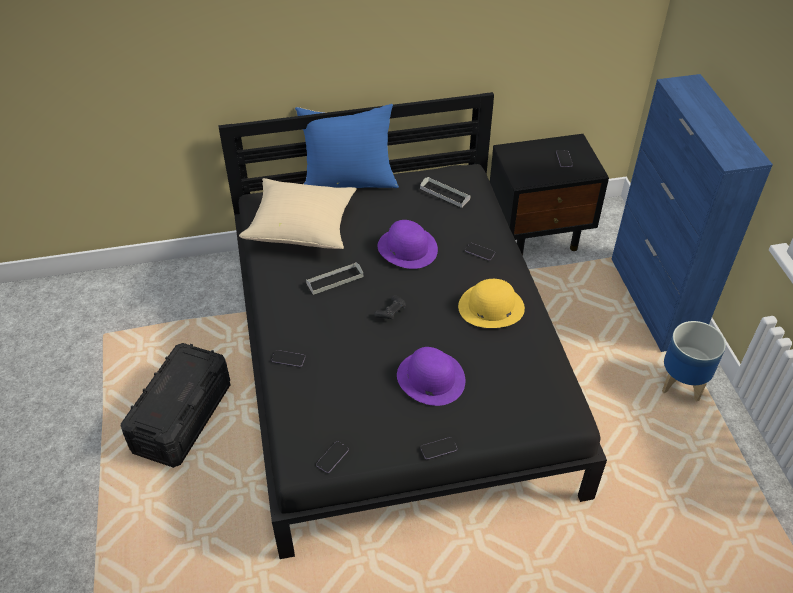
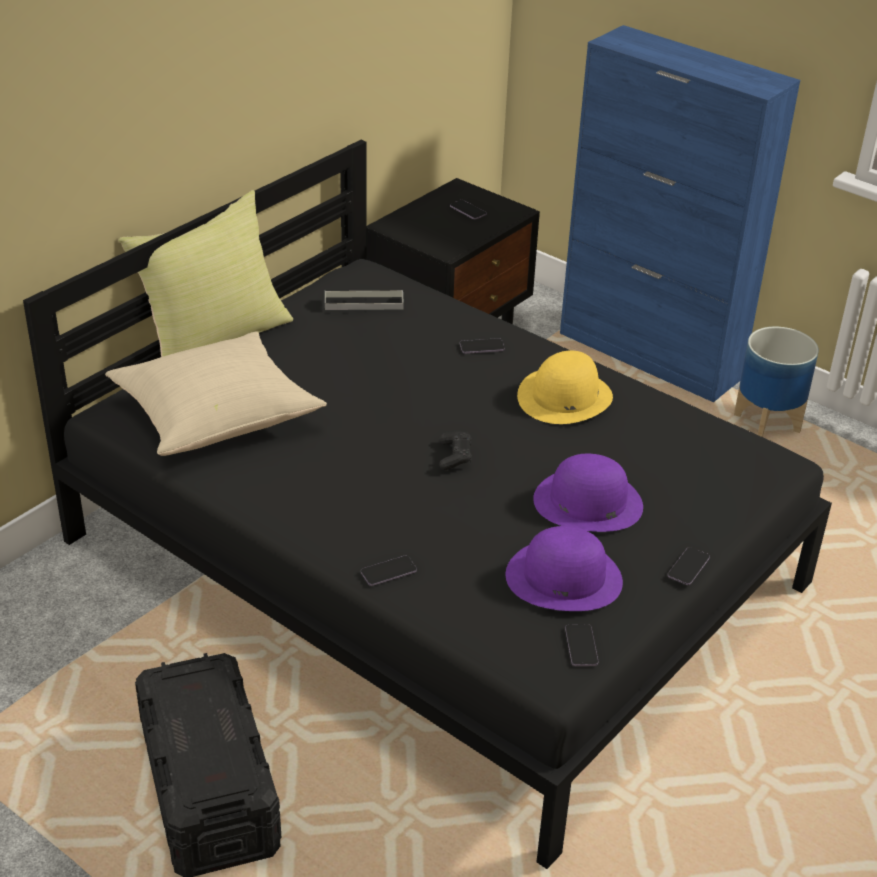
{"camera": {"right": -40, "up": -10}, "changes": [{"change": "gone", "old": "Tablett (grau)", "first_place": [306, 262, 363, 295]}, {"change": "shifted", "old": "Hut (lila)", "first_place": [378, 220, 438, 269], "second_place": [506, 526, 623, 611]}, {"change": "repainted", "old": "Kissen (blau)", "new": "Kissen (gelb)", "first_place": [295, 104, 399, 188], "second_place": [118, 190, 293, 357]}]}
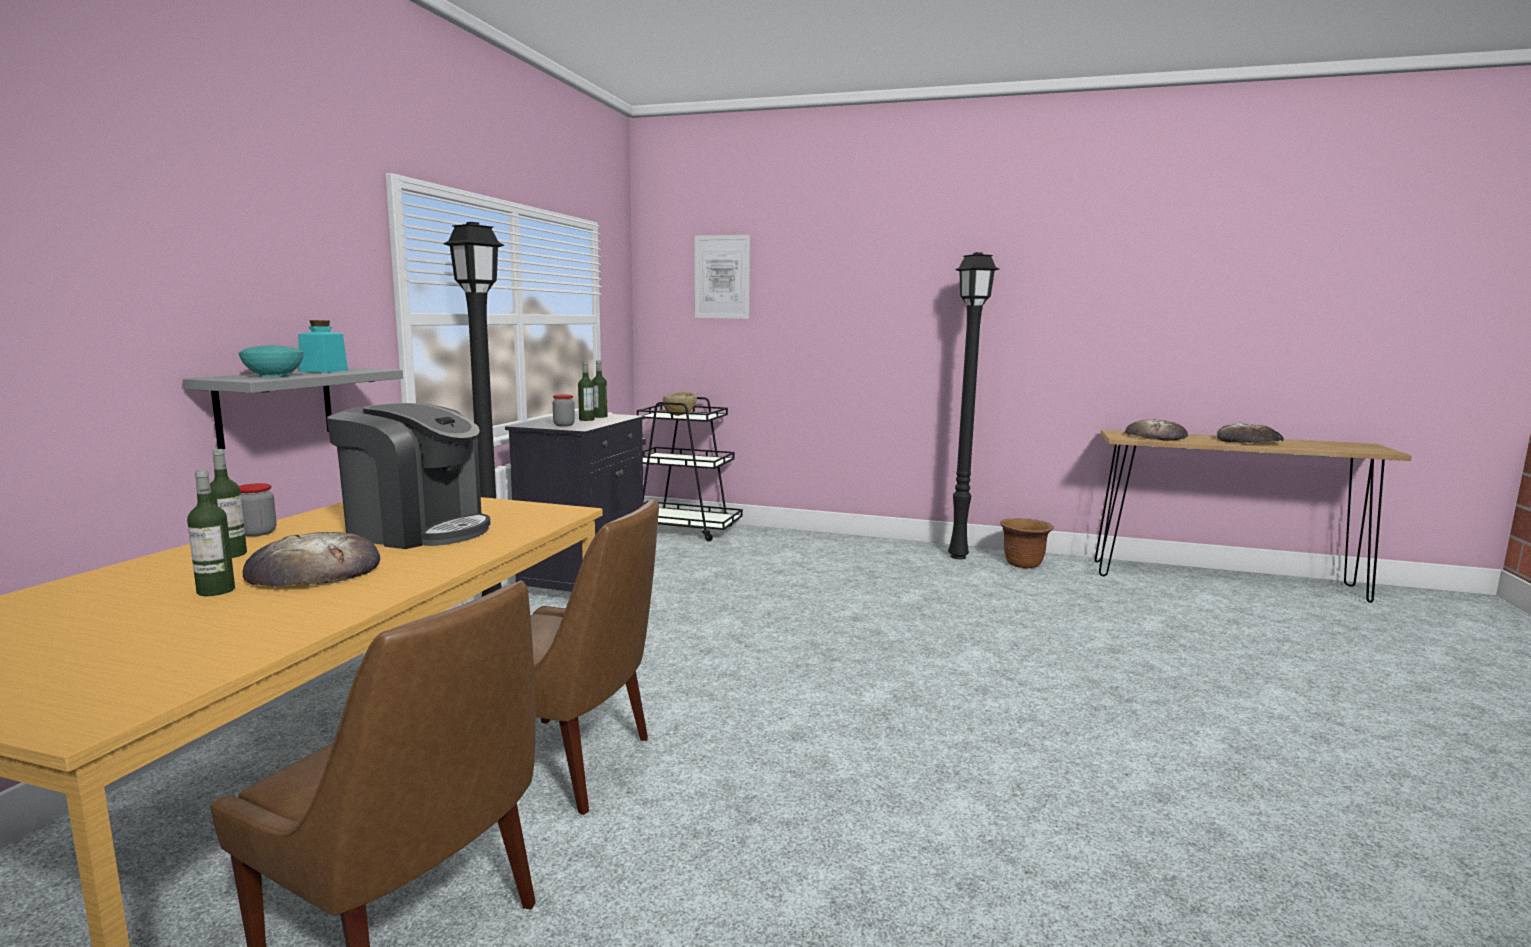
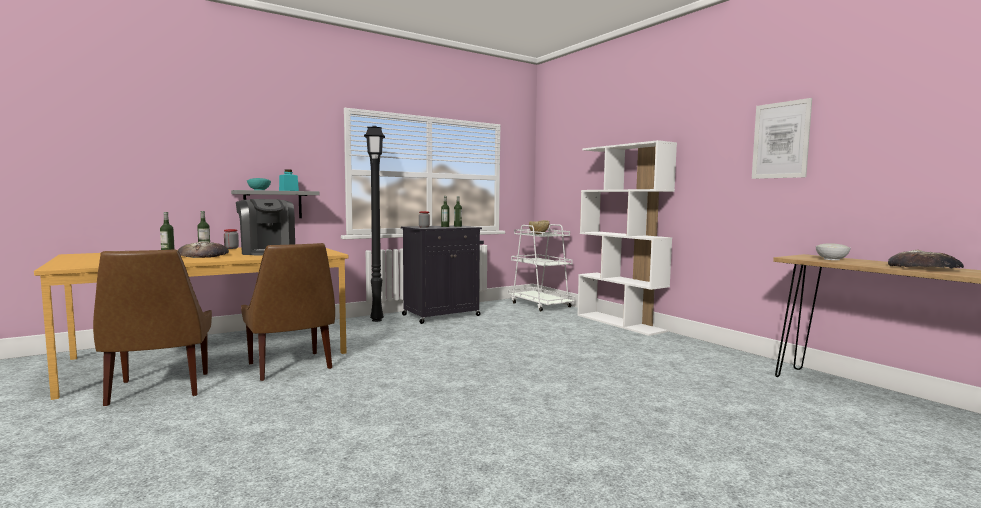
{"camera": {"right": 40, "up": -5}, "changes": [{"change": "gone", "old": "Stehlampe (schwarz)", "first_place": [948, 252, 999, 559]}, {"change": "gone", "old": "Pflanzkübel (braun)", "first_place": [1000, 518, 1054, 569]}, {"change": "new", "new": "Bücherregal (weiß)", "second_place": [577, 140, 677, 336]}, {"change": "shifted", "old": "Bild", "first_place": [695, 235, 750, 319], "second_place": [752, 98, 812, 179]}, {"change": "swapped", "old": "Brot", "new": "Schüssel (weiß)", "first_place": [1125, 419, 1188, 441], "second_place": [816, 243, 851, 260]}, {"change": "repainted", "old": "Rollwagen (schwarz)", "new": "Rollwagen (weiß)", "first_place": [637, 397, 743, 541], "second_place": [507, 224, 576, 311]}]}
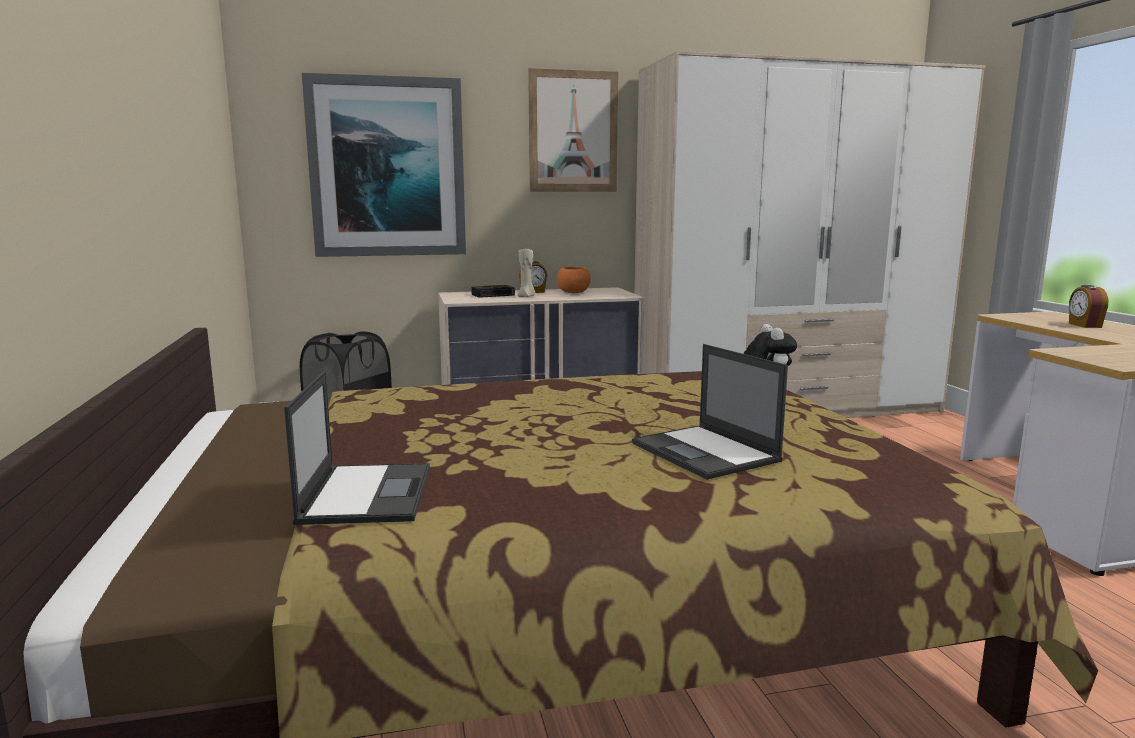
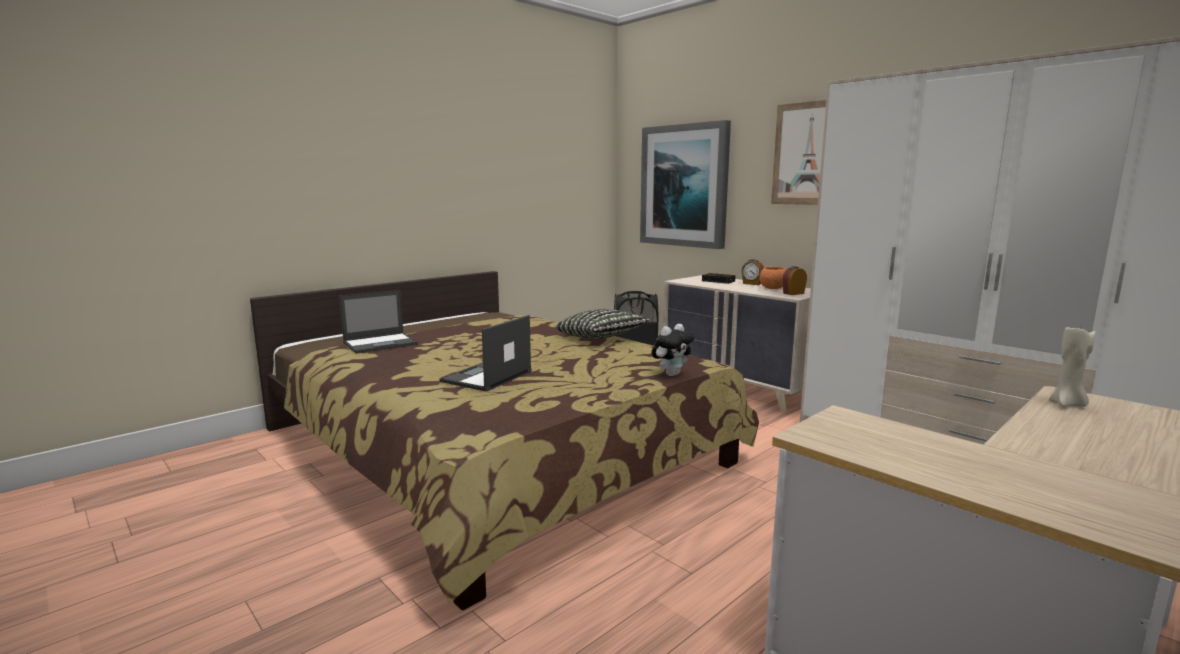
{"camera": {"right": 60, "up": 0}, "changes": [{"change": "new", "new": "Kissen", "second_place": [555, 309, 650, 339]}, {"change": "shifted", "old": "Kerze (beige)", "first_place": [518, 249, 536, 297], "second_place": [1049, 327, 1096, 407]}, {"change": "shifted", "old": "Wecker", "first_place": [1069, 285, 1108, 328], "second_place": [782, 266, 807, 295]}]}
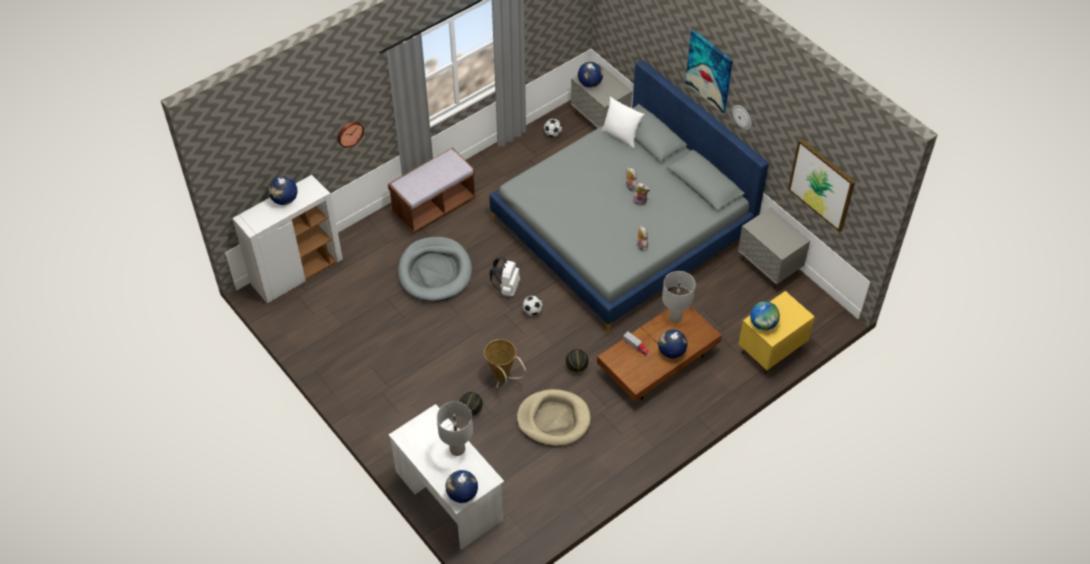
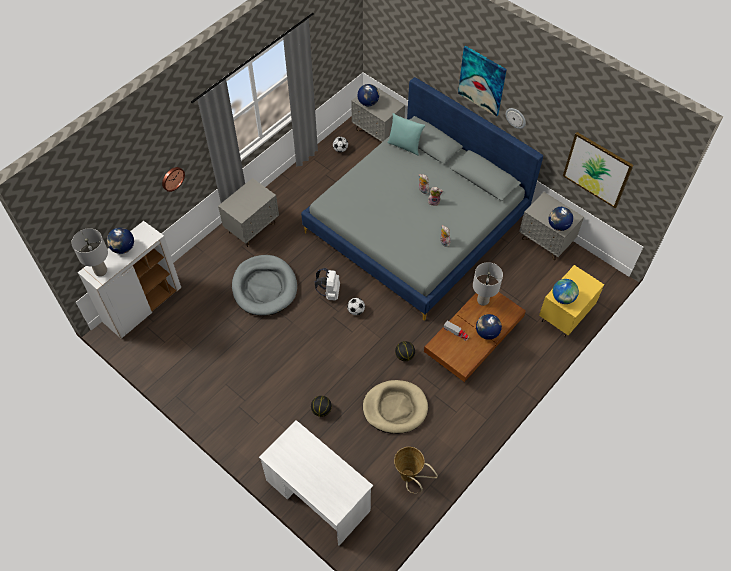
{"camera": {"right": -10, "up": 5}, "changes": [{"change": "shifted", "old": "Tischlampe (grau)", "first_place": [437, 401, 473, 456], "second_place": [71, 228, 108, 276]}, {"change": "shifted", "old": "Globus", "first_place": [446, 470, 478, 503], "second_place": [548, 207, 573, 231]}, {"change": "shifted", "old": "Korb", "first_place": [484, 339, 527, 388], "second_place": [394, 447, 438, 493]}, {"change": "swapped", "old": "Bank (braun)", "new": "Nachttisch (grau)", "first_place": [388, 148, 476, 233], "second_place": [218, 178, 279, 247]}, {"change": "repainted", "old": "Kissen (weiß)", "new": "Kissen (türkis)", "first_place": [602, 96, 644, 149], "second_place": [387, 113, 425, 156]}]}
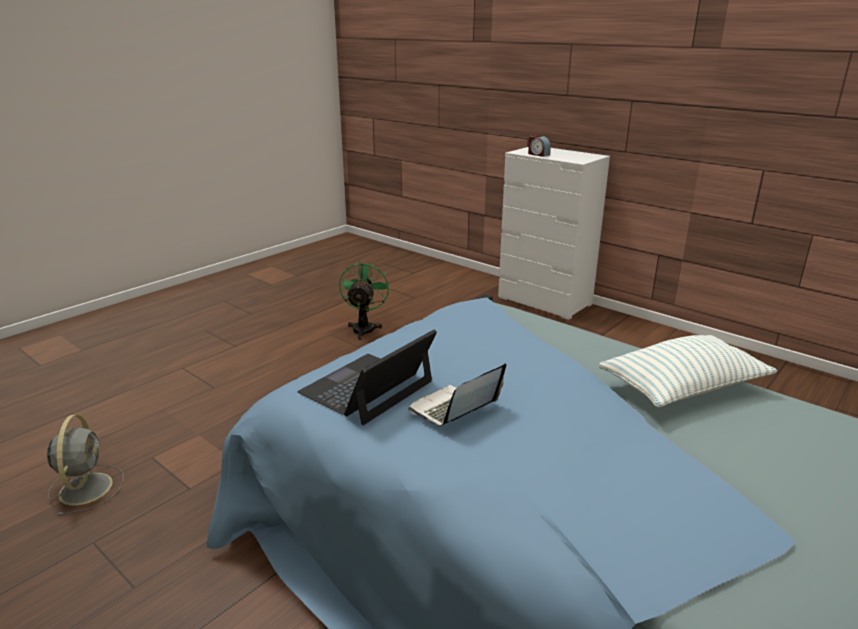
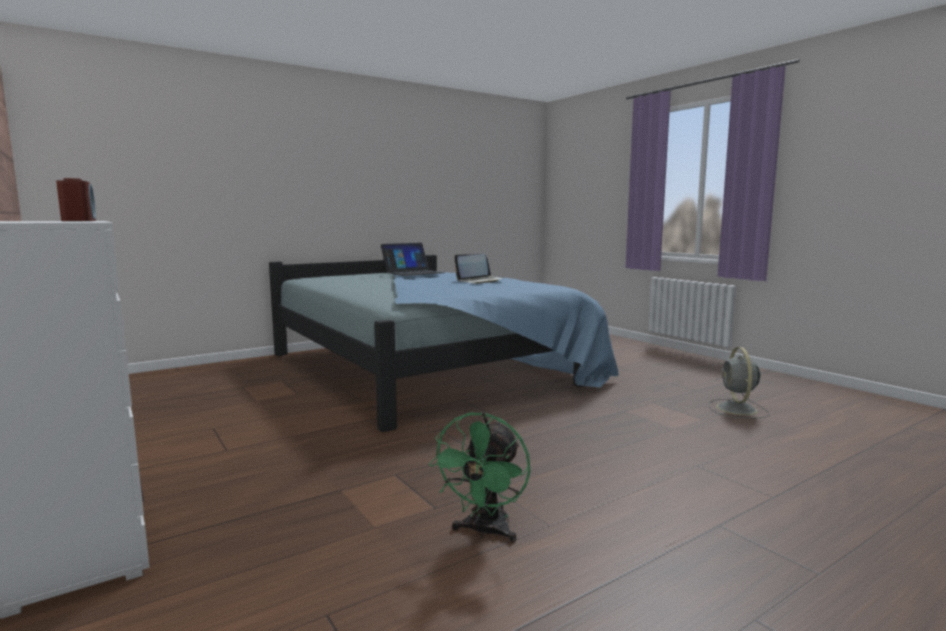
{"camera": {"right": -165, "up": -15}, "changes": [{"change": "gone", "old": "Kissen", "first_place": [599, 335, 777, 407]}, {"change": "shifted", "old": "Laptop", "first_place": [297, 330, 437, 425], "second_place": [381, 243, 445, 276]}]}
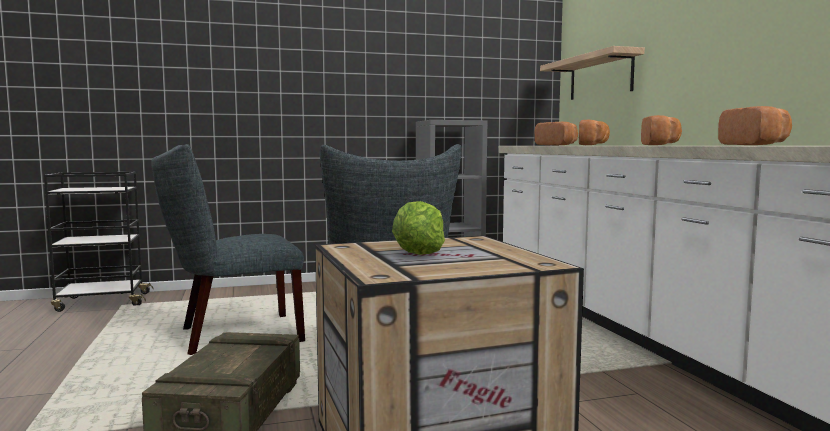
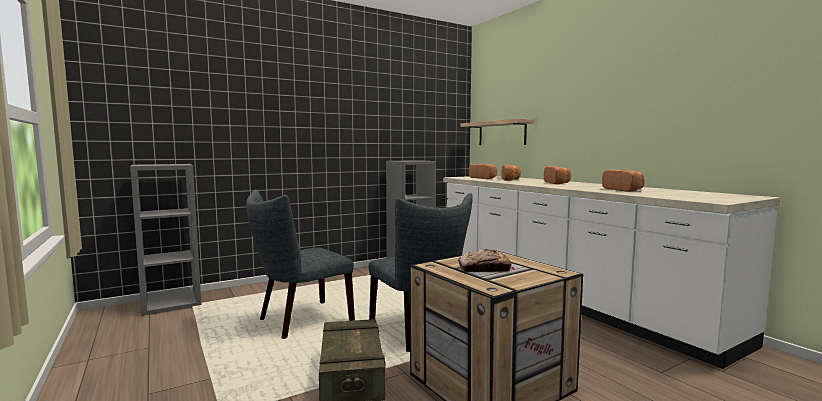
{"camera": {"right": -15, "up": 0}, "changes": [{"change": "swapped", "old": "Rollwagen (schwarz)", "new": "Bücherregal (grau)", "first_place": [44, 172, 154, 312], "second_place": [130, 164, 201, 316]}, {"change": "swapped", "old": "Salatkopf", "new": "Brot", "first_place": [392, 201, 445, 255], "second_place": [458, 249, 511, 272]}]}
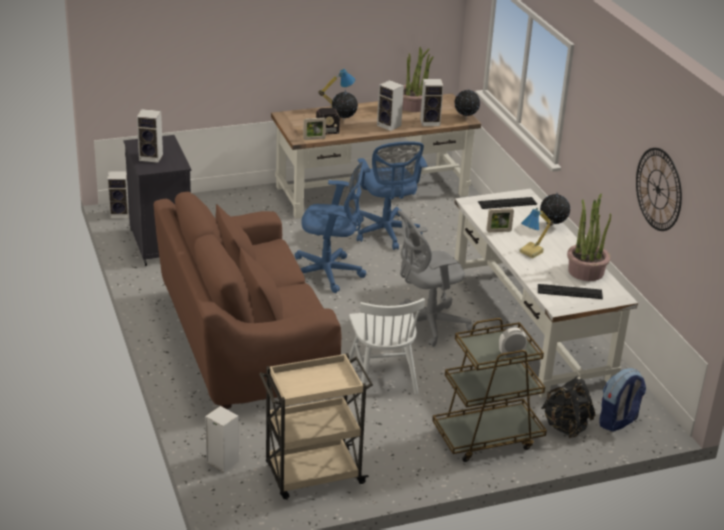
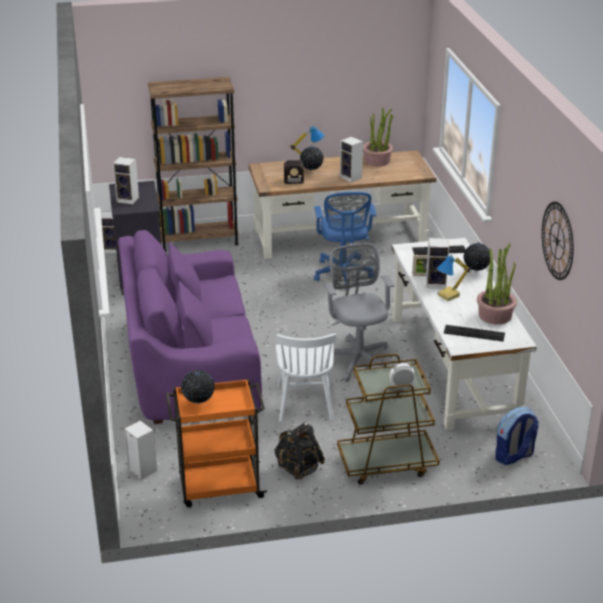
{"camera": {"right": 10, "up": 0}, "changes": [{"change": "gone", "old": "Bürostuhl (blau)", "first_place": [295, 161, 366, 293]}, {"change": "gone", "old": "Bilderrahmen", "first_place": [303, 117, 326, 140]}, {"change": "new", "new": "Bücherregal (braun)", "second_place": [148, 77, 239, 251]}, {"change": "shifted", "old": "Lautsprecher", "first_place": [420, 79, 443, 126], "second_place": [426, 238, 449, 289]}, {"change": "shifted", "old": "Globus", "first_place": [454, 88, 480, 118], "second_place": [181, 369, 215, 405]}, {"change": "shifted", "old": "Rucksack (schwarz)", "first_place": [541, 377, 596, 438], "second_place": [274, 422, 325, 480]}, {"change": "repainted", "old": "Sofa (braun)", "new": "Sofa (lila)", "first_place": [153, 192, 342, 409], "second_place": [118, 230, 262, 424]}, {"change": "repainted", "old": "Rollwagen (beige)", "new": "Rollwagen (orange)", "first_place": [259, 353, 373, 499], "second_place": [166, 379, 267, 507]}, {"change": "rotated", "old": "Bürostuhl (grau)", "first_place": [398, 210, 476, 347], "second_place": [323, 243, 394, 382], "degrees": 90}]}
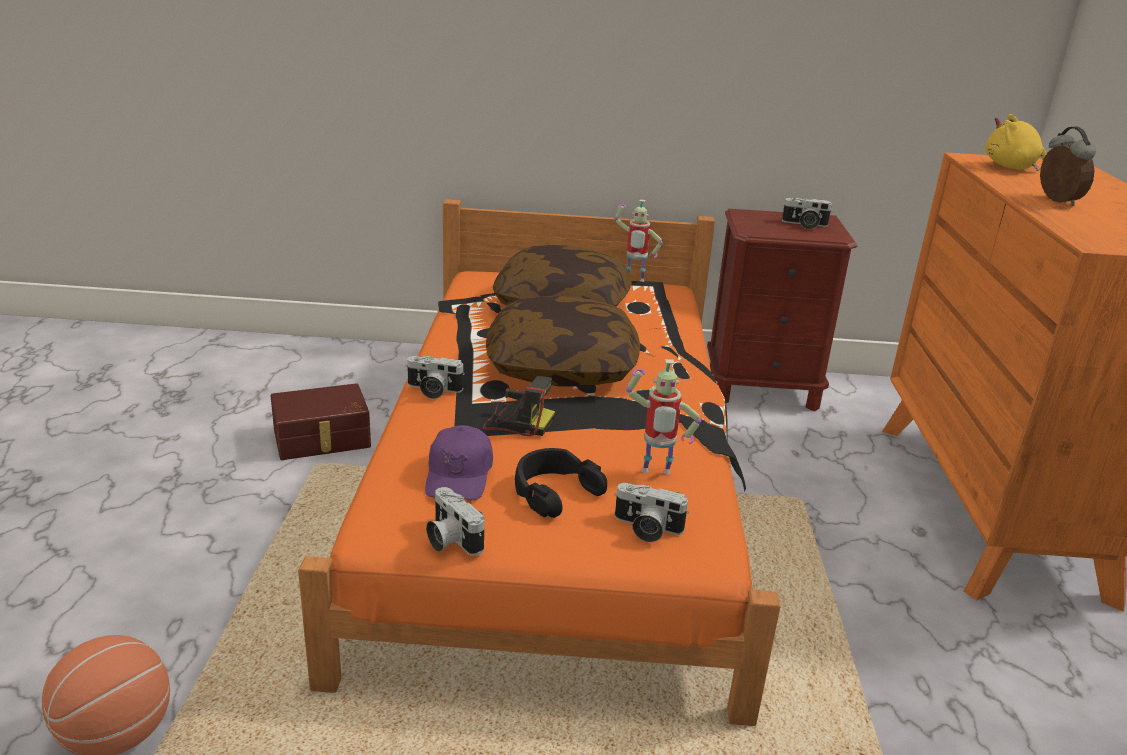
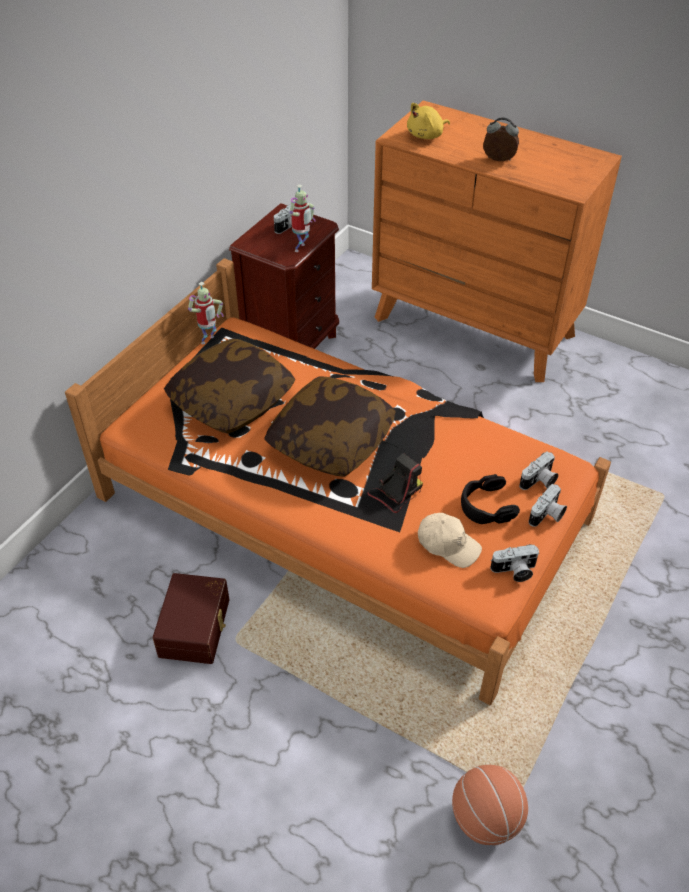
{"camera": {"right": -60, "up": 20}, "changes": [{"change": "shifted", "old": "Kamera", "first_place": [406, 356, 465, 399], "second_place": [529, 484, 567, 527]}, {"change": "shifted", "old": "Spielzeugroboter", "first_place": [626, 359, 701, 474], "second_place": [290, 184, 316, 252]}, {"change": "repainted", "old": "Kappe (lila)", "new": "Kappe (beige)", "first_place": [425, 425, 493, 500], "second_place": [418, 513, 482, 568]}]}
